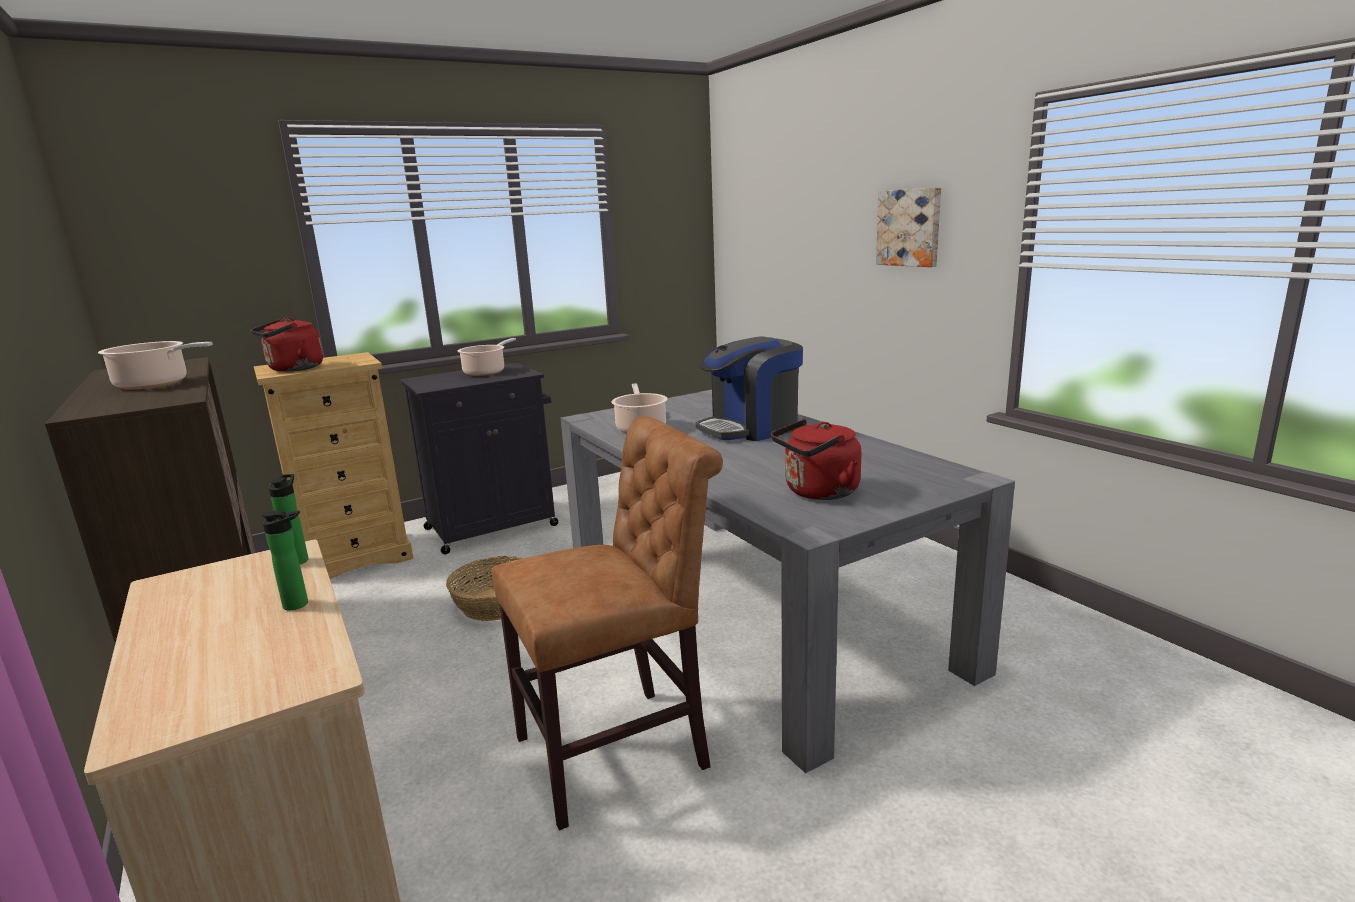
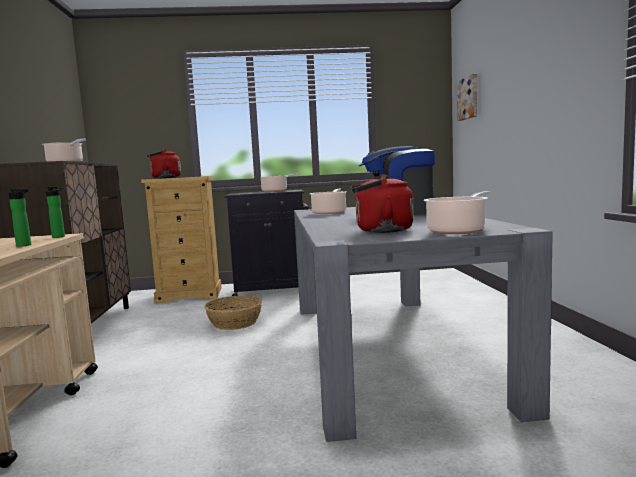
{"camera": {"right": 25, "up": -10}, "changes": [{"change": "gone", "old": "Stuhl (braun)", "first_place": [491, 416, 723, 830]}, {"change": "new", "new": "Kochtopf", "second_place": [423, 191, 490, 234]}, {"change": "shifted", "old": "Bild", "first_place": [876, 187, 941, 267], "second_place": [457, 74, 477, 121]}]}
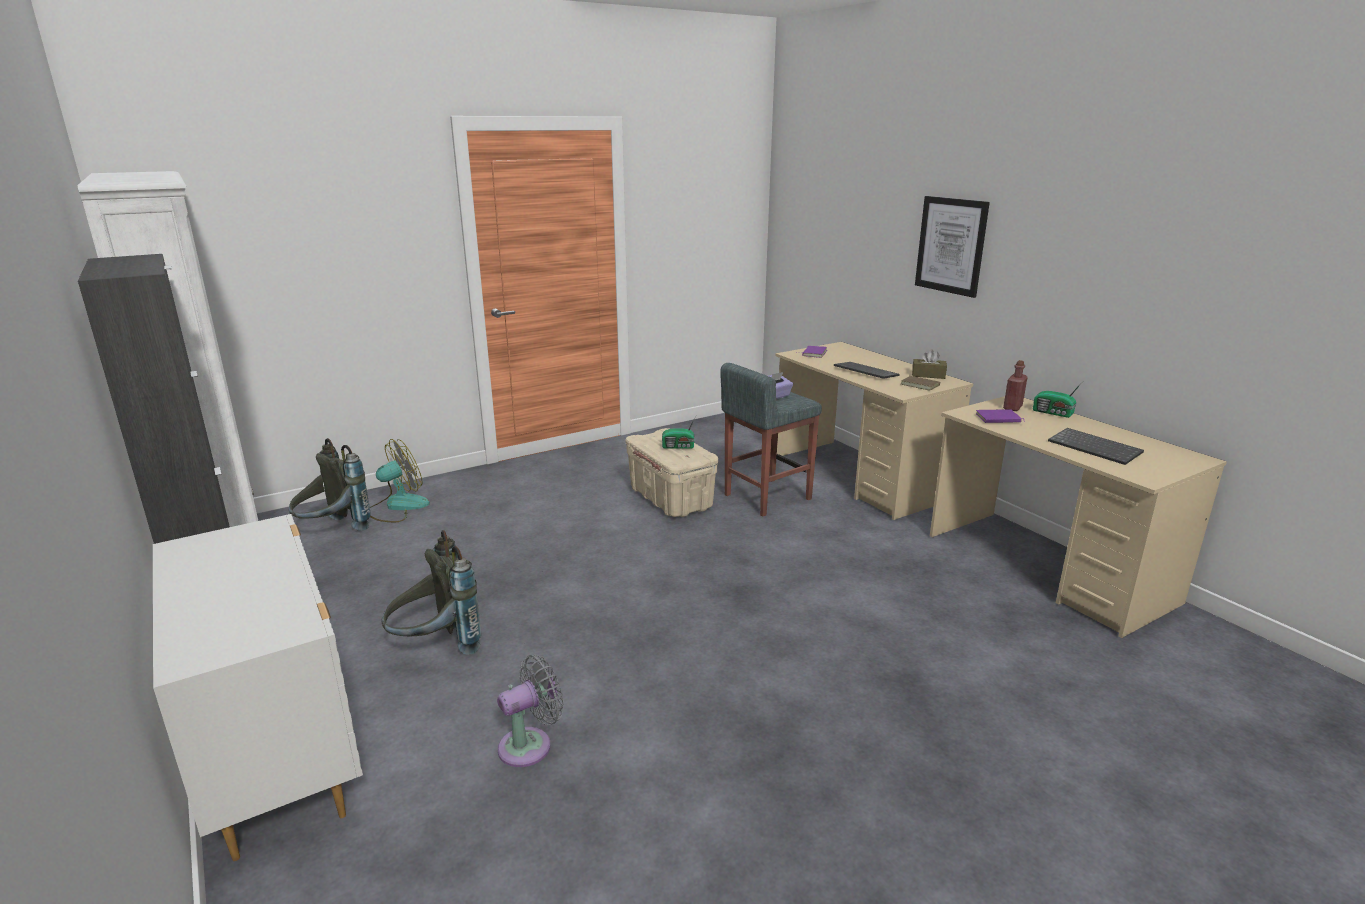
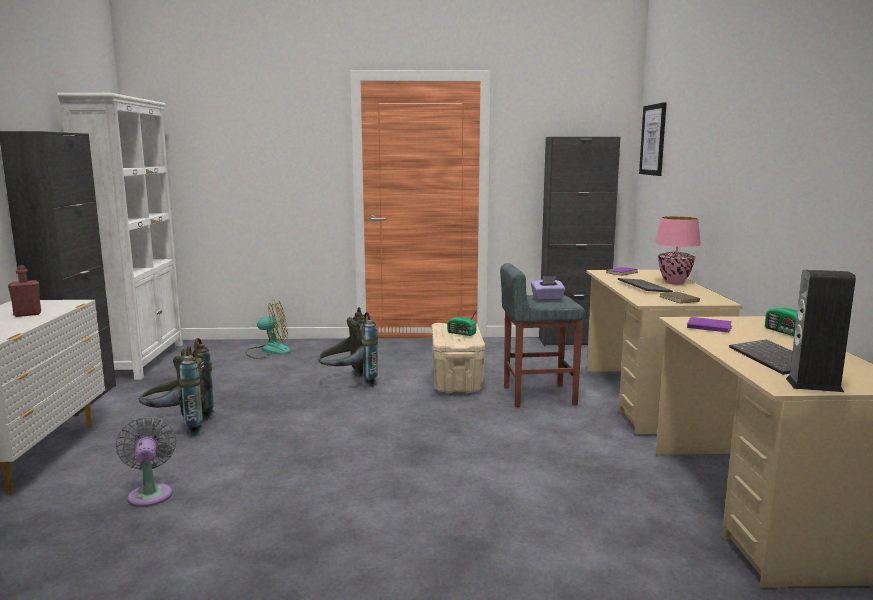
{"camera": {"right": 30, "up": -10}, "changes": [{"change": "gone", "old": "Taschentuchbox (braun)", "first_place": [912, 349, 947, 379]}, {"change": "new", "new": "Schrank (schwarz)", "second_place": [539, 137, 620, 346]}, {"change": "new", "new": "Tischlampe (rosa)", "second_place": [655, 216, 701, 285]}, {"change": "new", "new": "Lautsprecher", "second_place": [786, 270, 856, 392]}, {"change": "shifted", "old": "Rucksack (grau)", "first_place": [289, 438, 371, 531], "second_place": [318, 307, 378, 387]}, {"change": "shifted", "old": "Bild", "first_place": [915, 196, 990, 298], "second_place": [639, 102, 667, 176]}, {"change": "shifted", "old": "Flasche (rot)", "first_place": [1003, 360, 1028, 411], "second_place": [8, 265, 41, 317]}, {"change": "rotated", "old": "Ventilator (grau)", "first_place": [497, 655, 564, 767], "second_place": [116, 417, 176, 507], "degrees": -105}]}
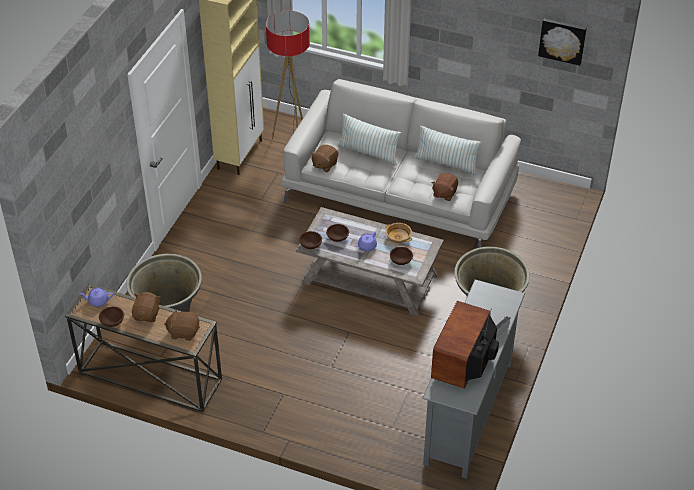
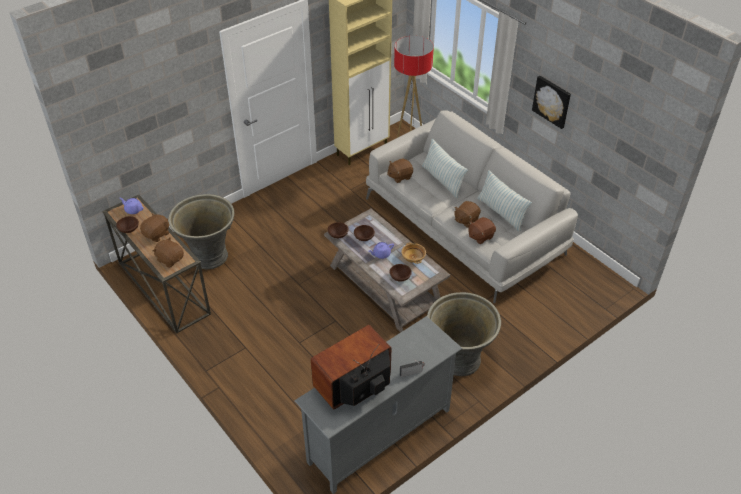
{"camera": {"right": 30, "up": 0}, "changes": [{"change": "new", "new": "Plüschtier (braun)", "second_place": [454, 201, 481, 228]}, {"change": "shifted", "old": "Bild", "first_place": [538, 19, 587, 66], "second_place": [532, 76, 571, 129]}]}
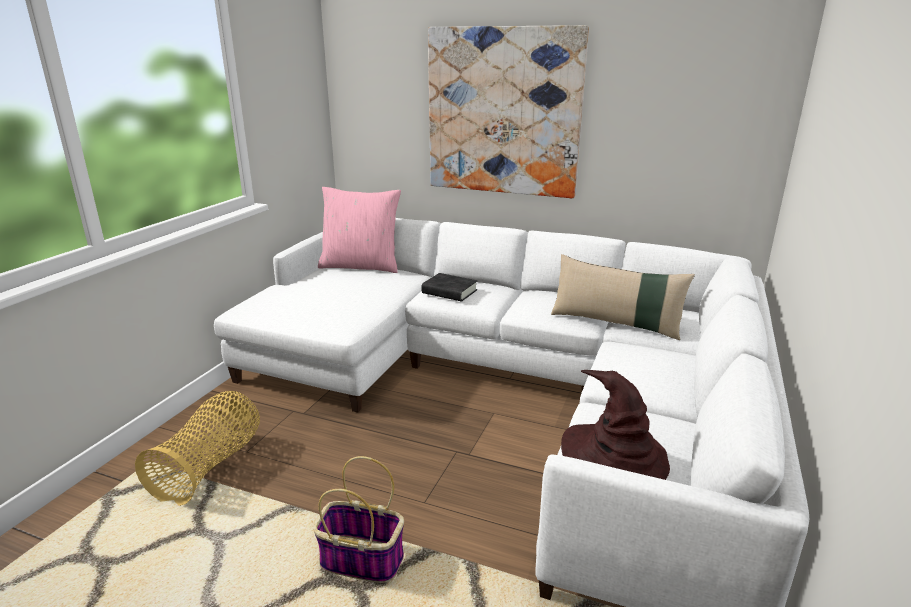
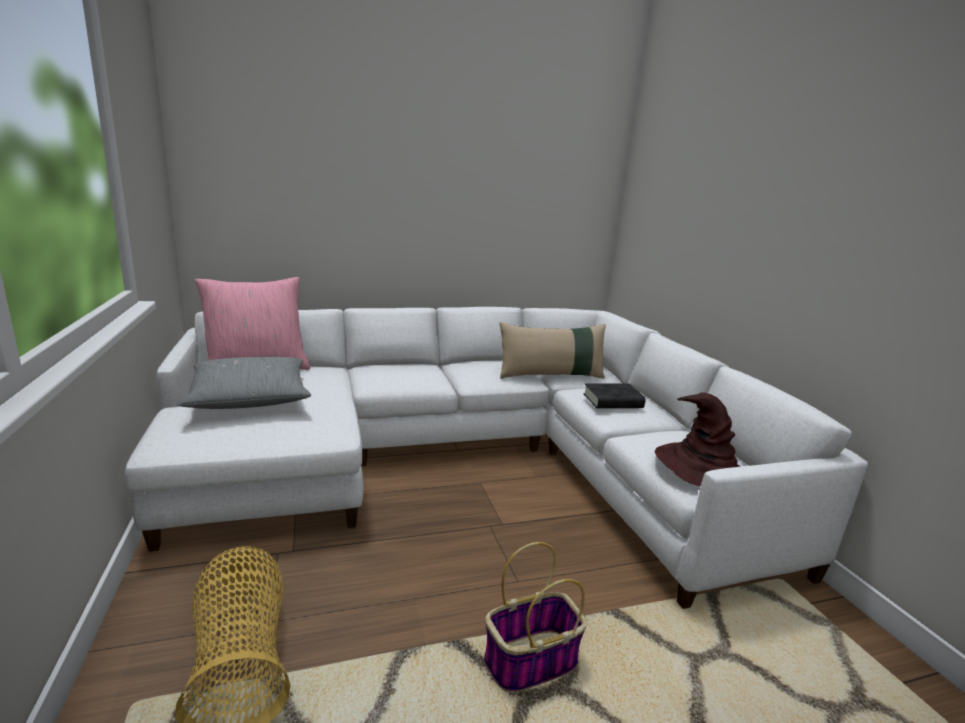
{"camera": {"right": -40, "up": -5}, "changes": [{"change": "gone", "old": "Bild", "first_place": [428, 25, 589, 198]}, {"change": "new", "new": "Kissen (grau)", "second_place": [177, 357, 311, 409]}, {"change": "shifted", "old": "Buch (schwarz)", "first_place": [421, 273, 477, 301], "second_place": [583, 383, 645, 408]}]}
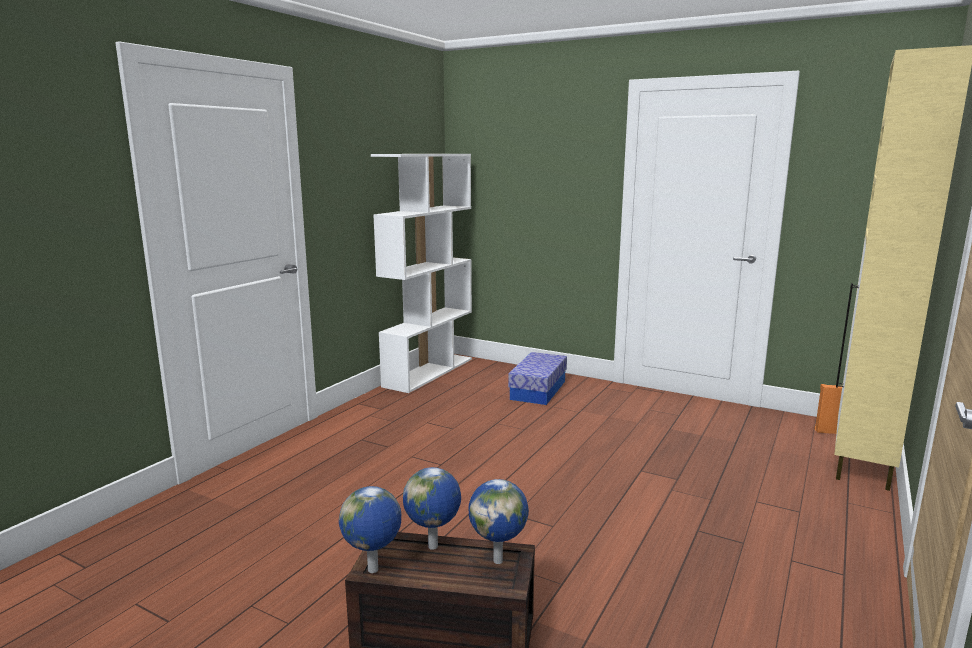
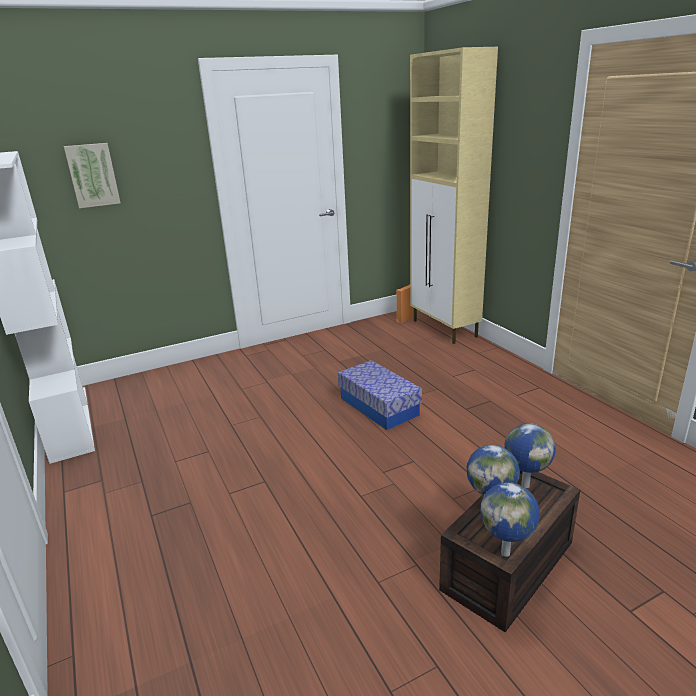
{"camera": {"right": -55, "up": 10}, "changes": [{"change": "new", "new": "Bild", "second_place": [64, 143, 121, 208]}, {"change": "shifted", "old": "Aufbewahrungsbox", "first_place": [508, 352, 567, 405], "second_place": [338, 360, 422, 430]}]}
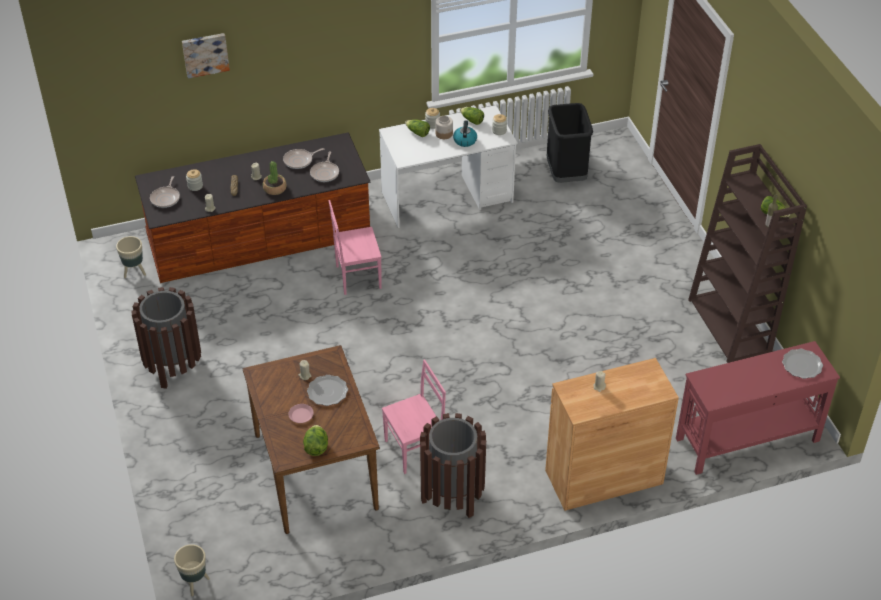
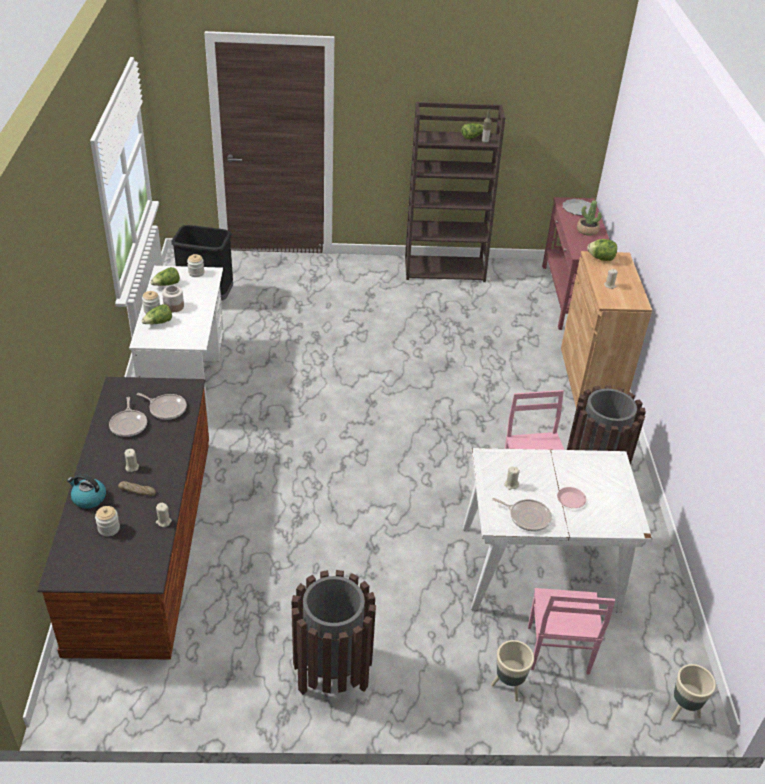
{"camera": {"right": -75, "up": -5}, "changes": [{"change": "gone", "old": "Bild", "first_place": [182, 33, 230, 78]}, {"change": "gone", "old": "Teller", "first_place": [307, 375, 348, 406]}, {"change": "shifted", "old": "Pflanzkübel (beige)", "first_place": [116, 236, 146, 278], "second_place": [491, 640, 534, 702]}, {"change": "shifted", "old": "Pfanne", "first_place": [150, 176, 180, 208], "second_place": [492, 498, 552, 531]}, {"change": "shifted", "old": "Topfpflanze", "first_place": [263, 161, 287, 195], "second_place": [577, 200, 602, 236]}, {"change": "shifted", "old": "Salatkopf", "first_place": [303, 425, 328, 456], "second_place": [587, 239, 617, 261]}, {"change": "shifted", "old": "Stuhl (rosa)", "first_place": [329, 200, 382, 295], "second_place": [528, 588, 615, 675]}, {"change": "shifted", "old": "Wasserkessel", "first_place": [453, 120, 477, 147], "second_place": [67, 474, 106, 509]}, {"change": "repainted", "old": "Esstisch (braun)", "new": "Esstisch (weiß)", "first_place": [242, 345, 380, 534], "second_place": [463, 448, 652, 613]}]}
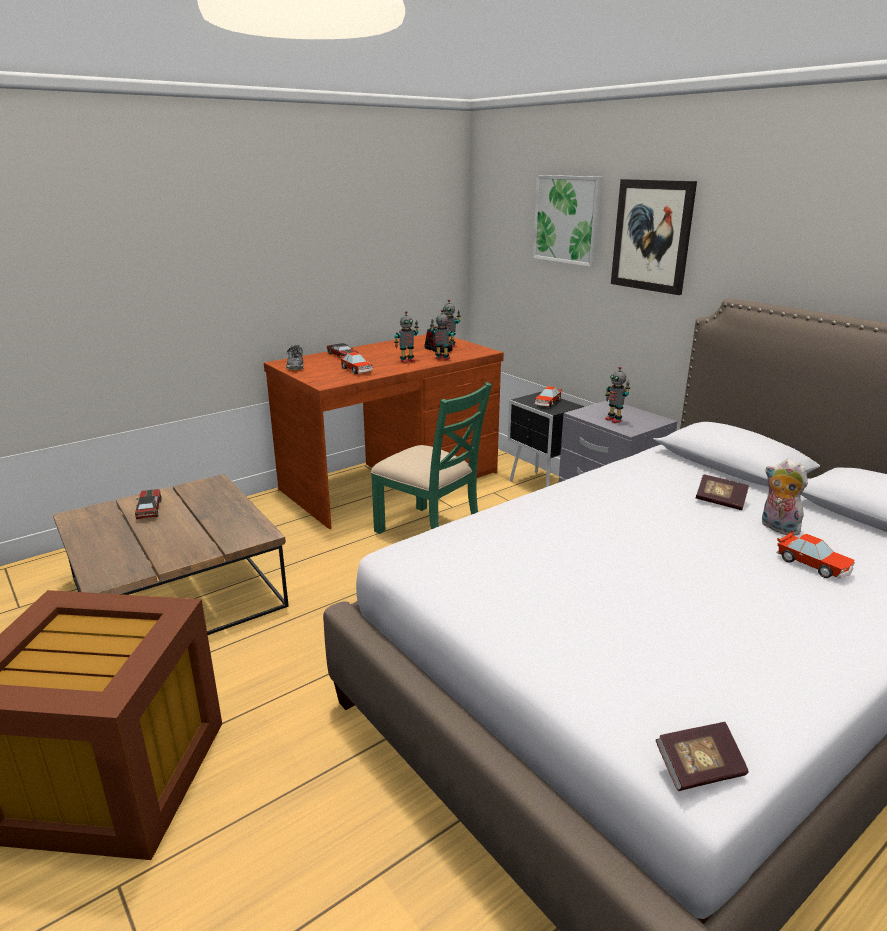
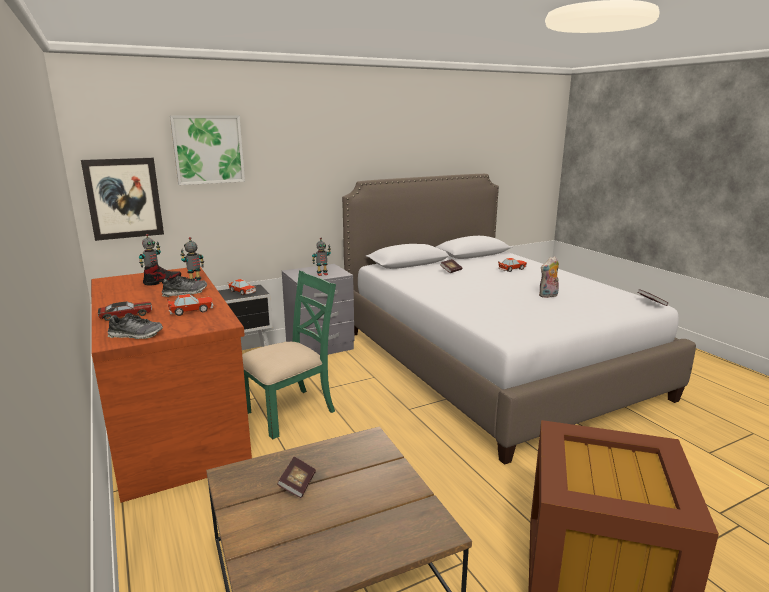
{"camera": {"right": -80, "up": -5}, "changes": [{"change": "gone", "old": "Spielzeugauto", "first_place": [135, 489, 161, 519]}, {"change": "new", "new": "Buch", "second_place": [277, 457, 316, 498]}, {"change": "shifted", "old": "Bild", "first_place": [611, 179, 697, 295], "second_place": [81, 158, 164, 241]}, {"change": "shifted", "old": "Plüschtier", "first_place": [762, 459, 808, 536], "second_place": [539, 256, 559, 298]}, {"change": "swapped", "old": "Spielzeugroboter", "new": "Schuh", "first_place": [394, 311, 418, 363], "second_place": [162, 276, 207, 297]}]}
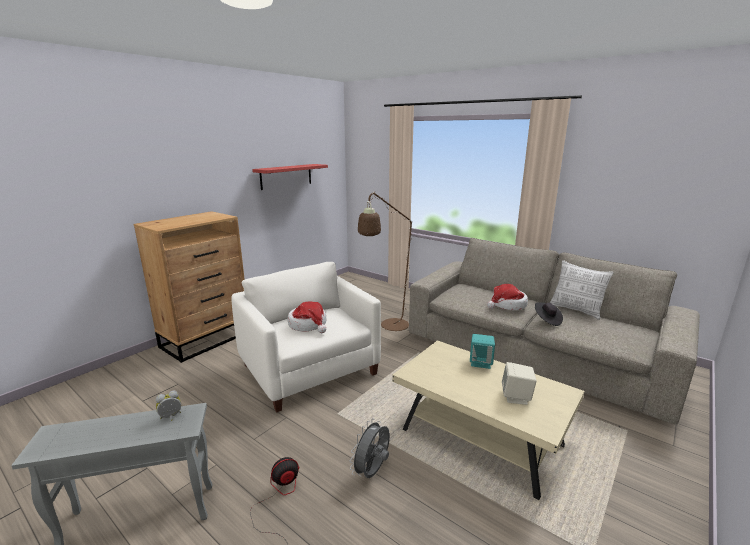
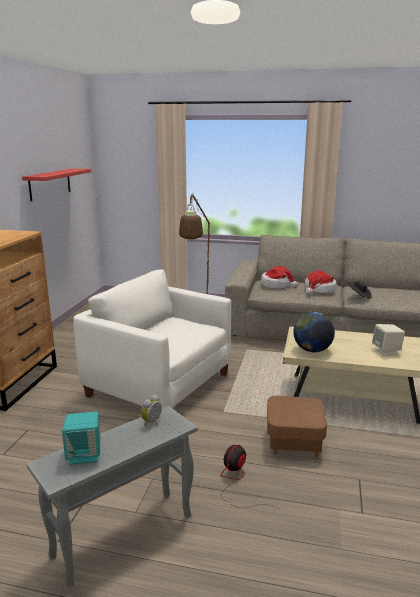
{"camera": {"right": -25, "up": 0}, "changes": [{"change": "gone", "old": "Kissen", "first_place": [550, 260, 614, 320]}, {"change": "new", "new": "Globus", "second_place": [293, 312, 335, 352]}, {"change": "shifted", "old": "Hut", "first_place": [288, 302, 327, 333], "second_place": [260, 266, 298, 289]}, {"change": "shifted", "old": "Lautsprecher (türkis)", "first_place": [470, 334, 495, 369], "second_place": [62, 411, 100, 465]}, {"change": "swapped", "old": "Ventilator (grau)", "new": "Polsterhocker (braun)", "first_place": [350, 418, 390, 478], "second_place": [267, 396, 327, 458]}]}
